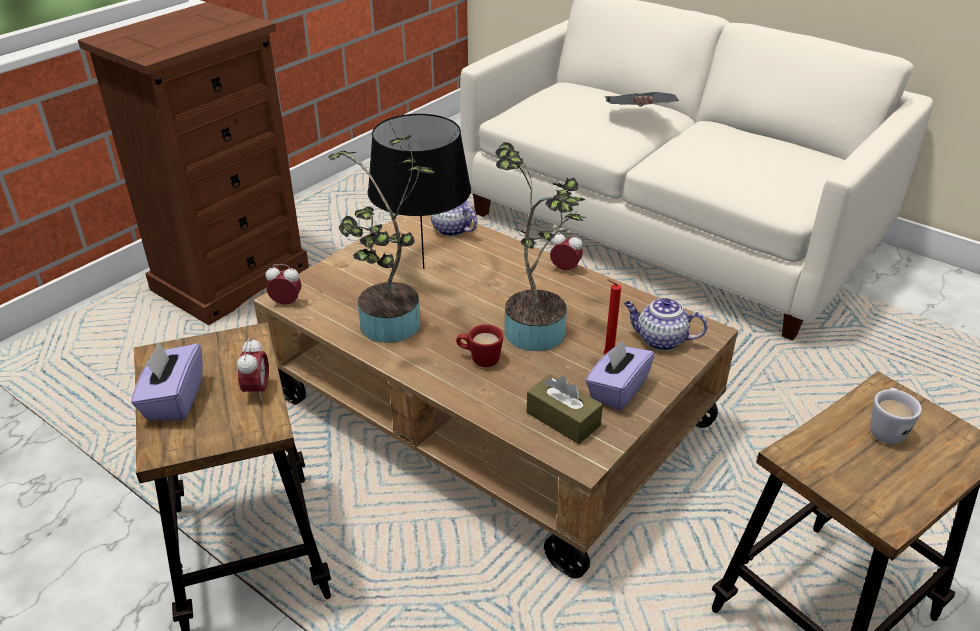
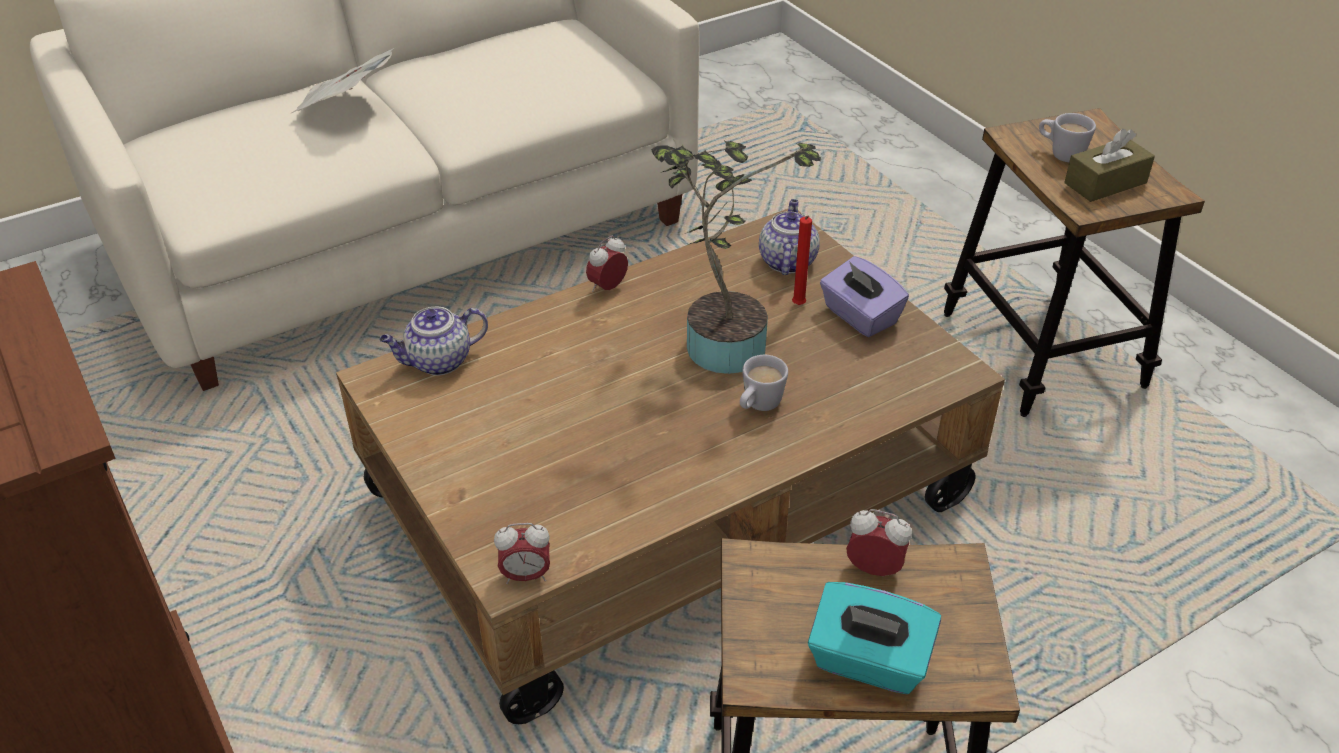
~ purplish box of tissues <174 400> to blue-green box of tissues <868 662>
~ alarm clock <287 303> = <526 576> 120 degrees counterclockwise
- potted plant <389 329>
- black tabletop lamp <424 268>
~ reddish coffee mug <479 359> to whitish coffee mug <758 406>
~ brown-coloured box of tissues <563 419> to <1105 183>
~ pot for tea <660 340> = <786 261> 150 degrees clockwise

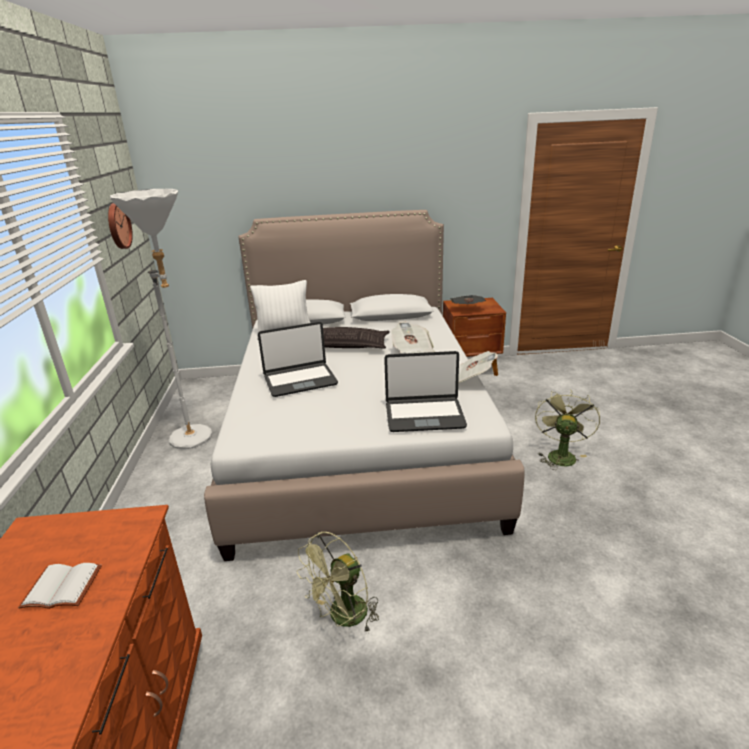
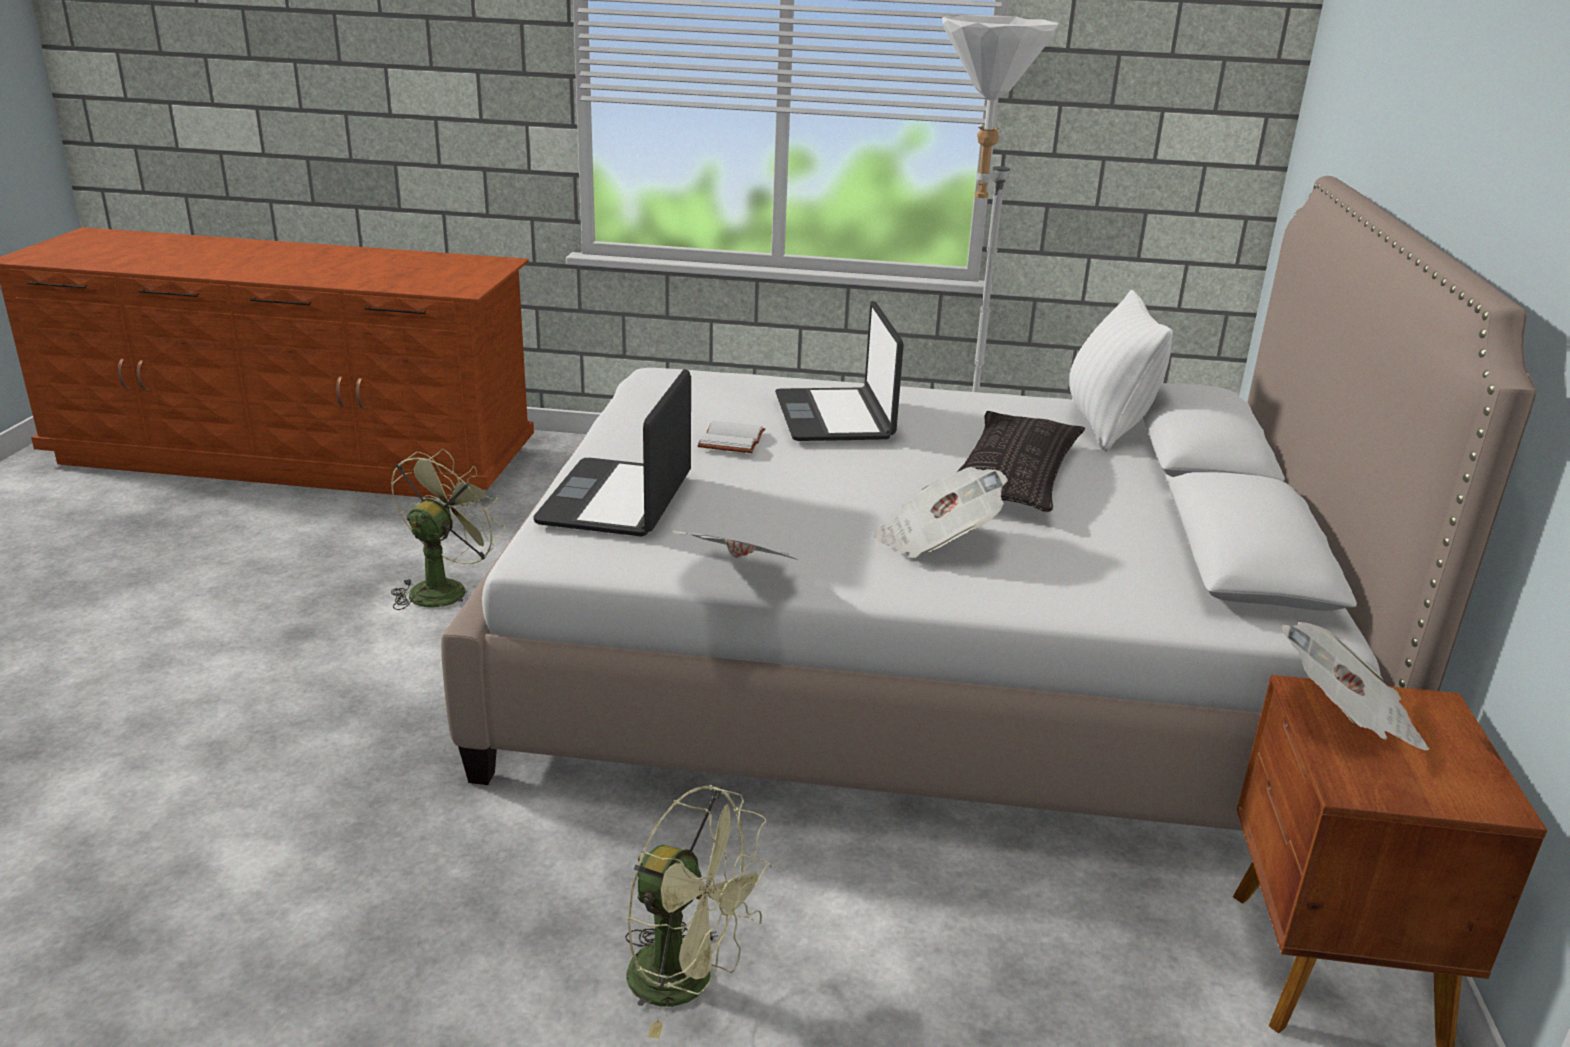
~ whitish volume <64 586> to <733 440>
- wall clock <117 226>
~ green fan <343 618> = <444 588> 60 degrees clockwise

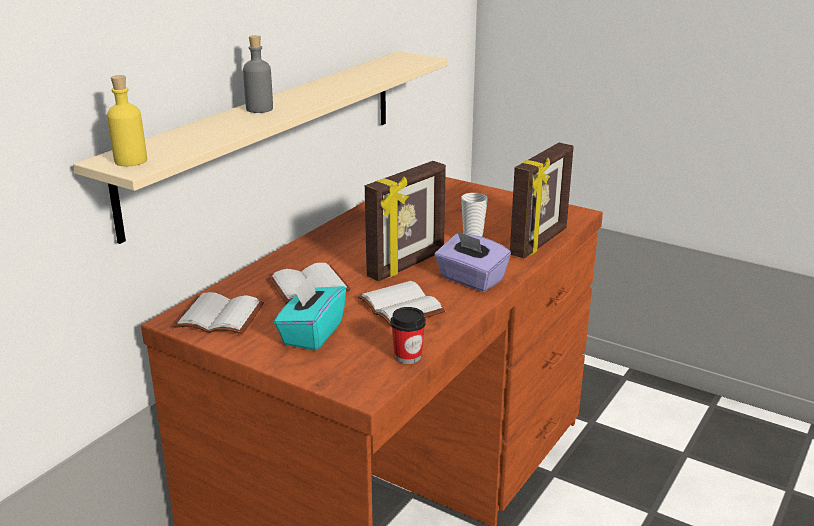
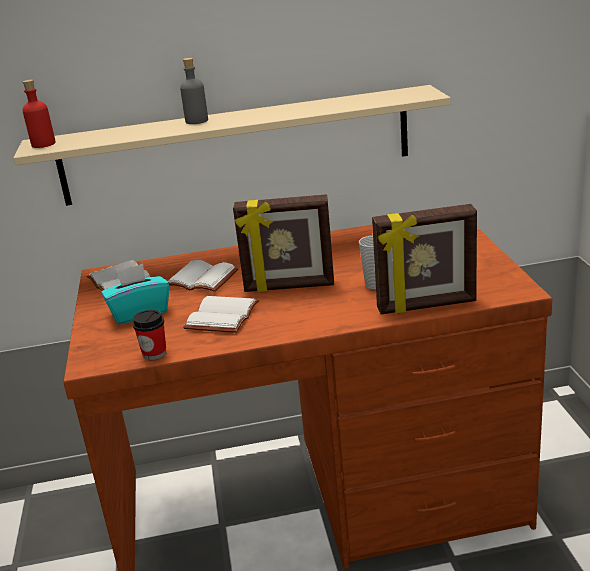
~ yellow drink bottle <130 161> to reddish drink bottle <43 144>
- purplish box of tissues <470 280>

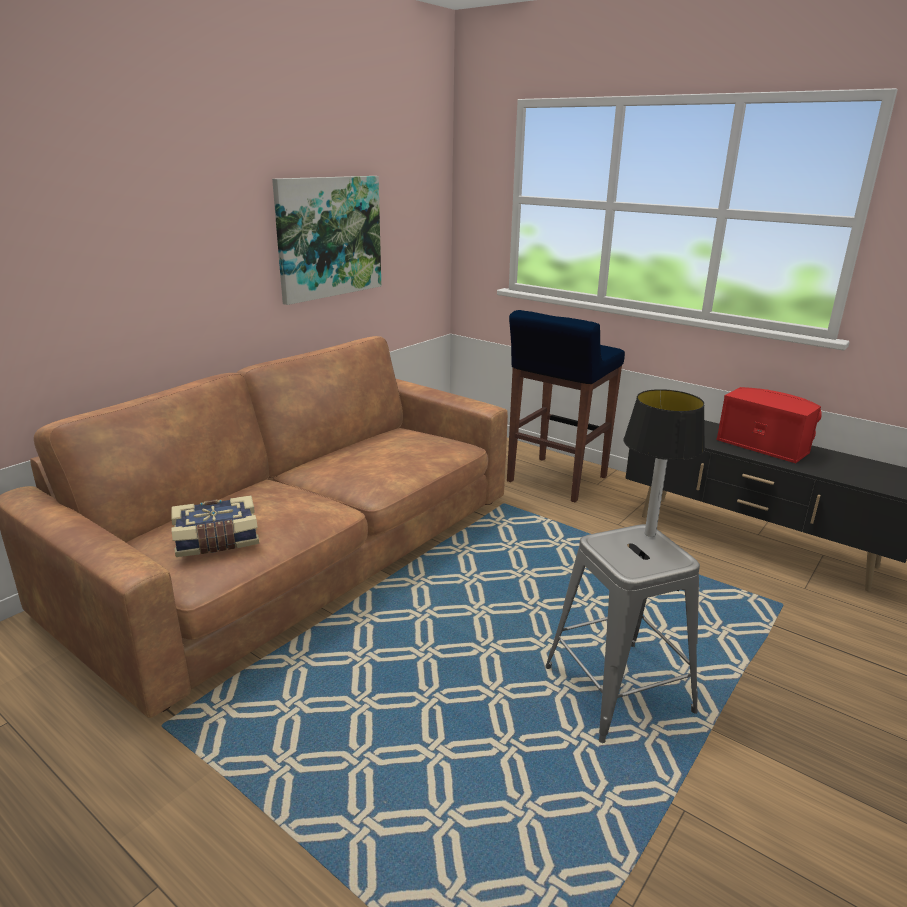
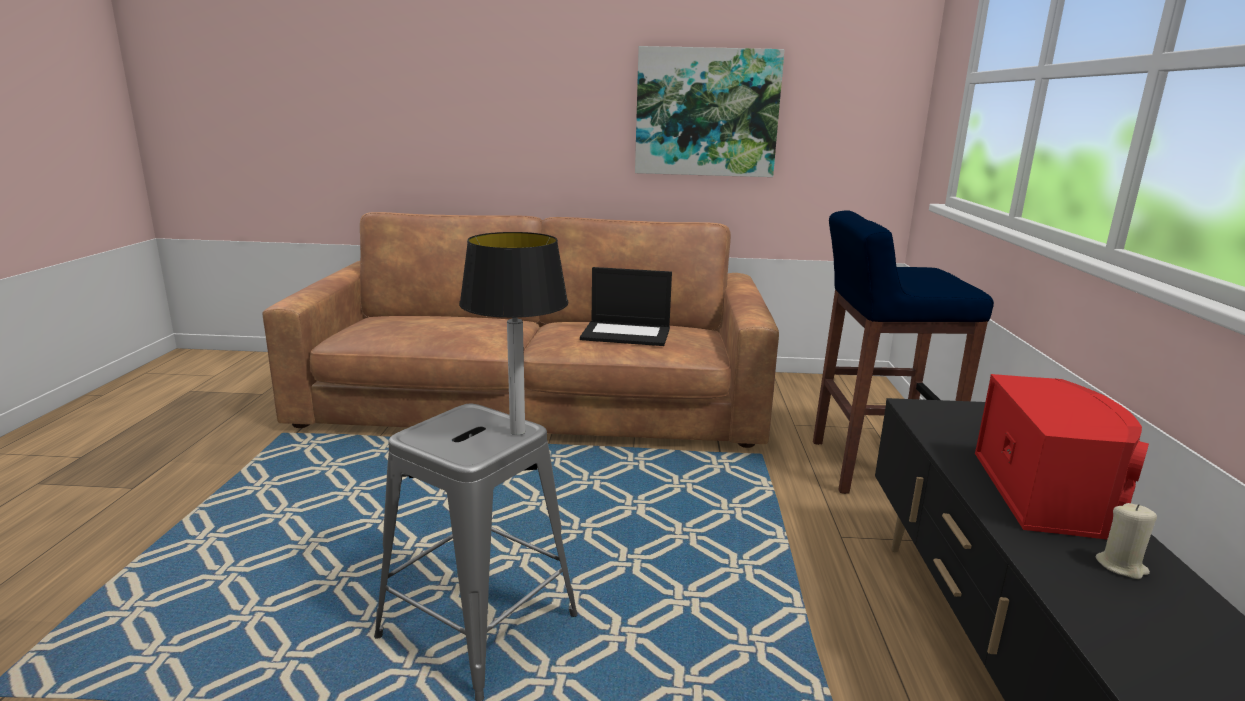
- volume <217 540>
+ portable computer <627 333>
+ beige wax candle <1121 566>

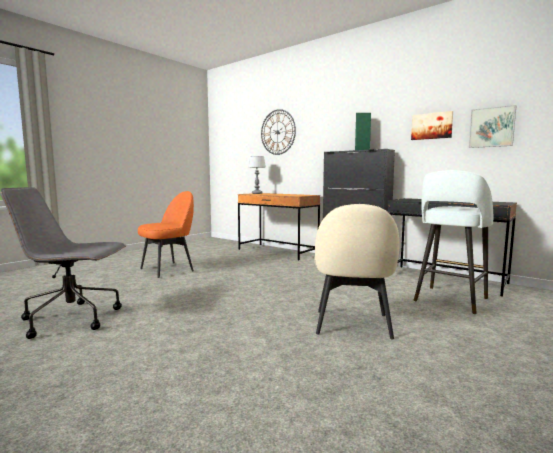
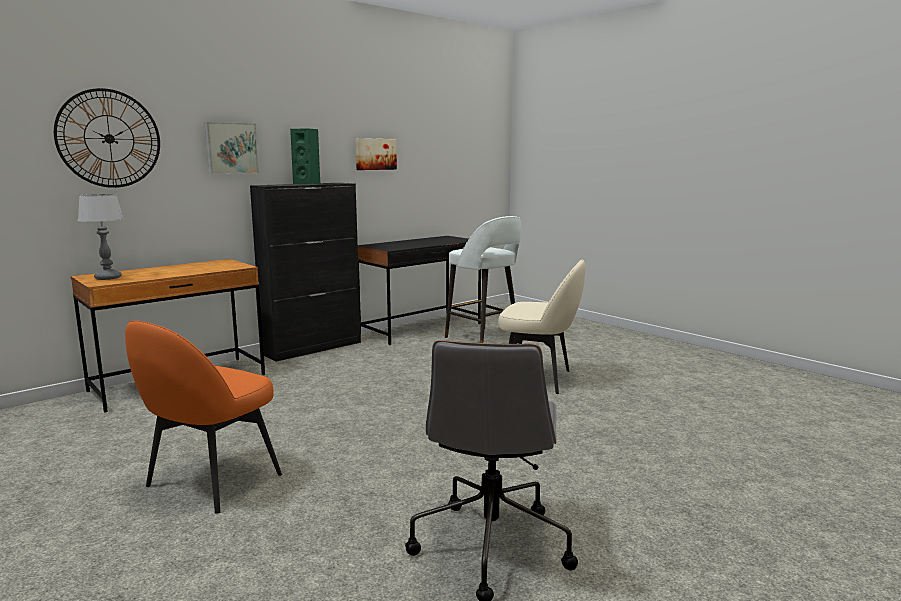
~ orange-coloured upright chair <168 269> = <211 482> 120 degrees counterclockwise
~ wall picture <492 127> to <231 148>

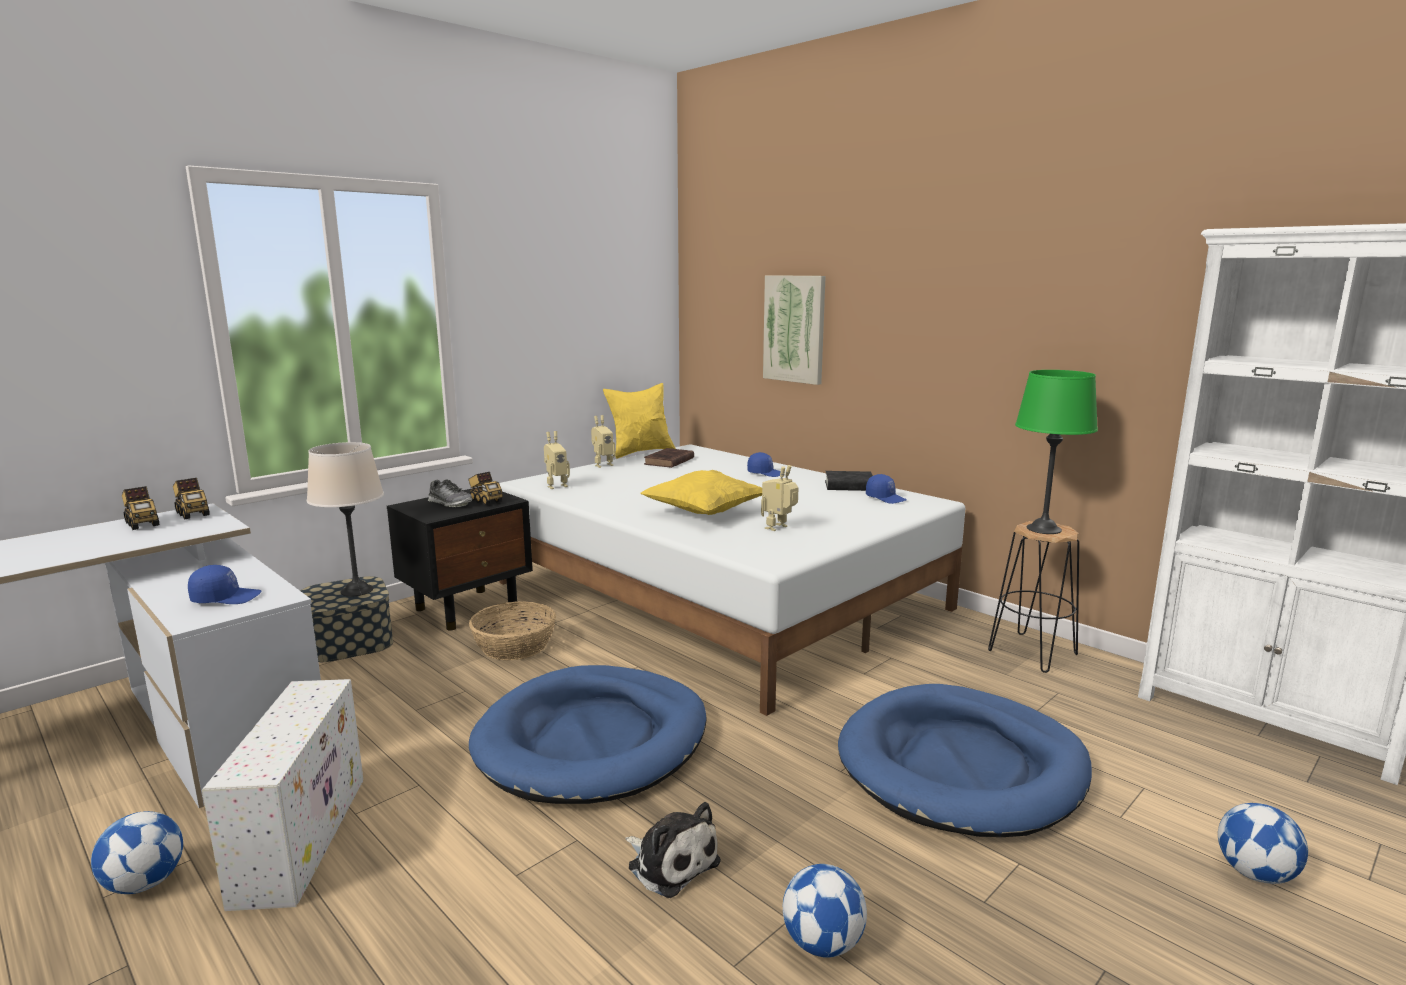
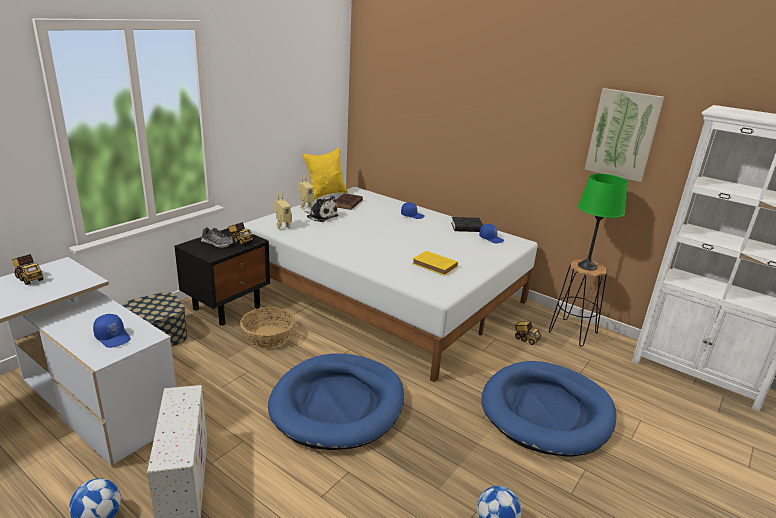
~ toy lorry <192 514> to <525 339>
~ bluish baseball cap <226 598> = <113 337> 60 degrees clockwise
- beige tabletop lamp <356 590>
~ plush toy <670 862> to <321 216>
- yellow cushion <704 513>
~ model robot <779 528> to yellow volume <436 266>
~ wall picture <794 329> to <622 134>
- football <1255 874>

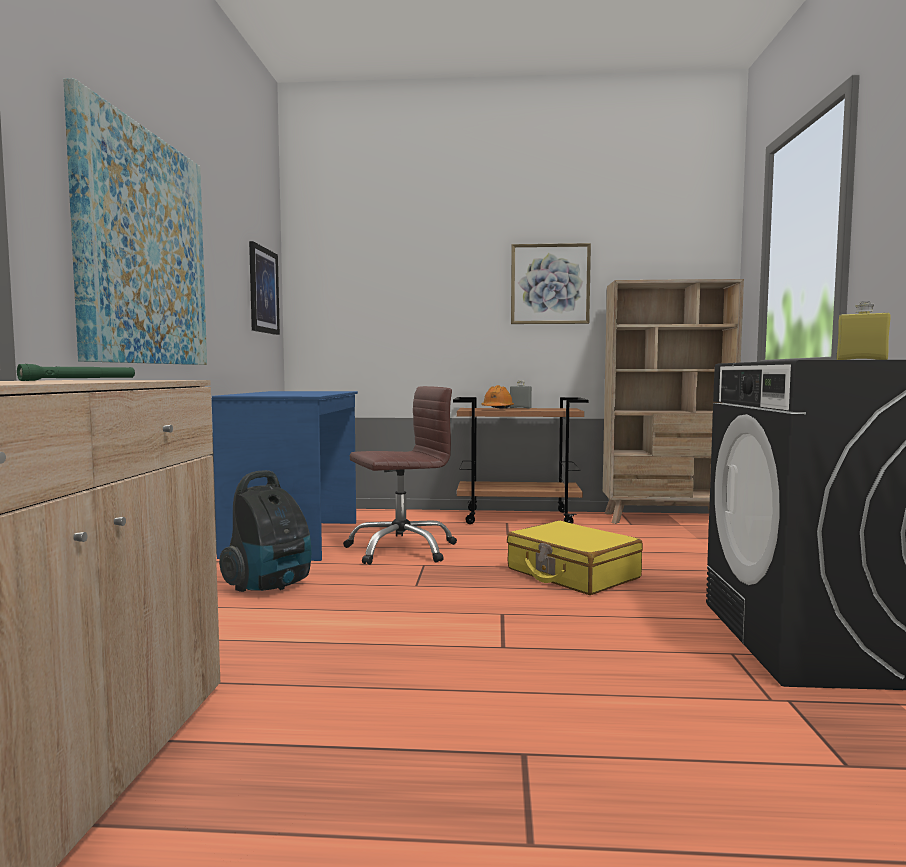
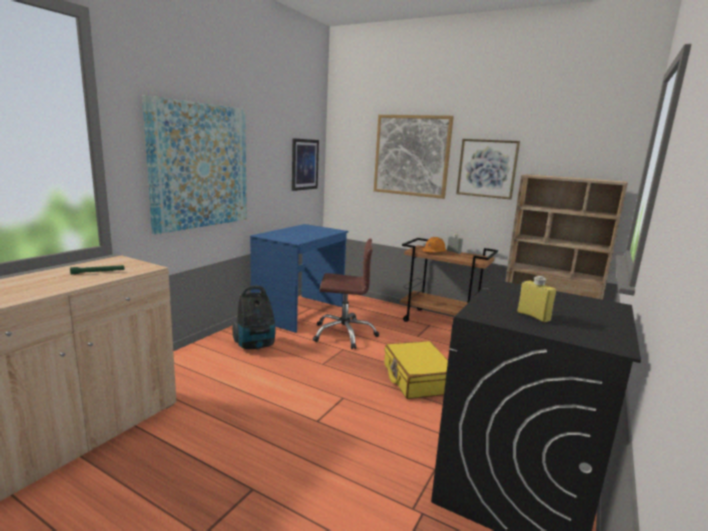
+ wall picture <411 155>

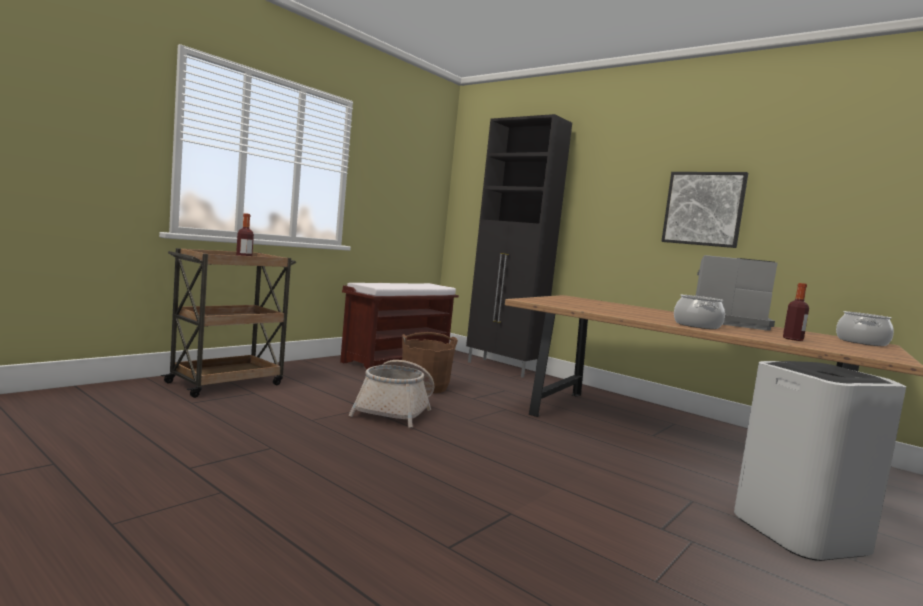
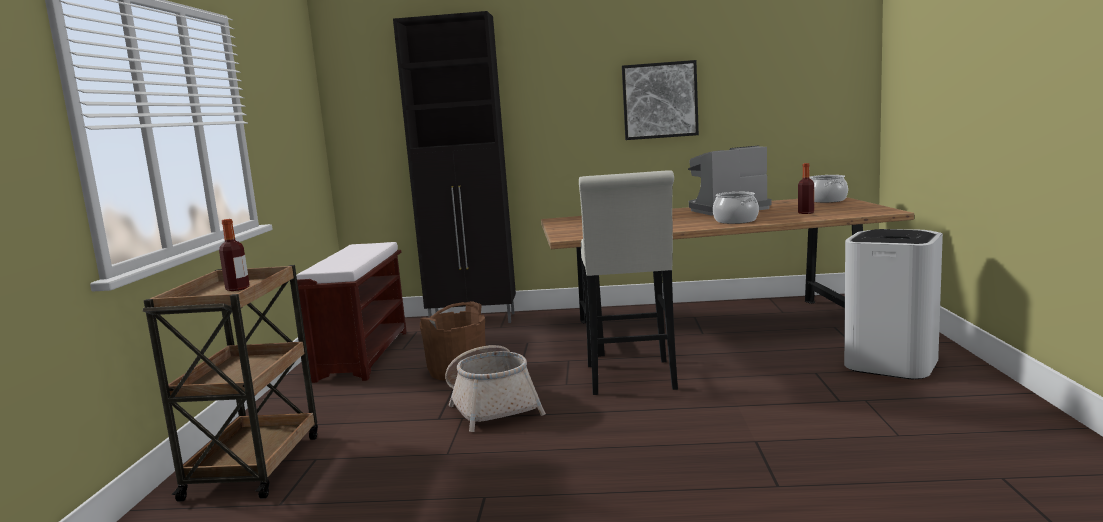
+ whitish stool <631 380>

